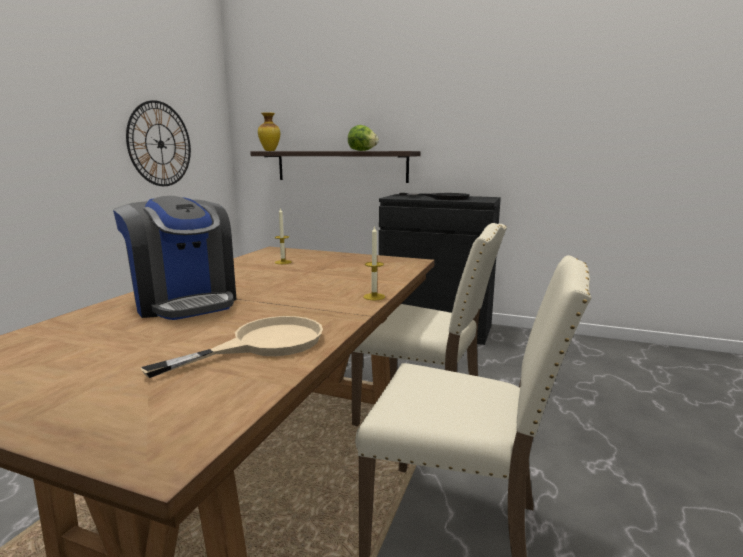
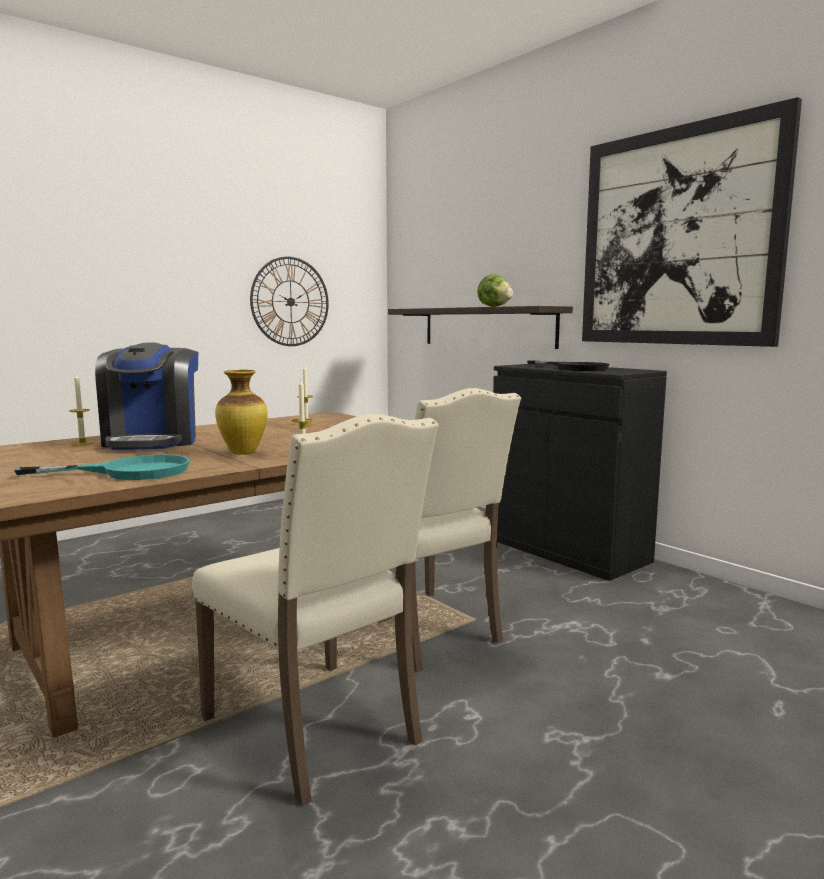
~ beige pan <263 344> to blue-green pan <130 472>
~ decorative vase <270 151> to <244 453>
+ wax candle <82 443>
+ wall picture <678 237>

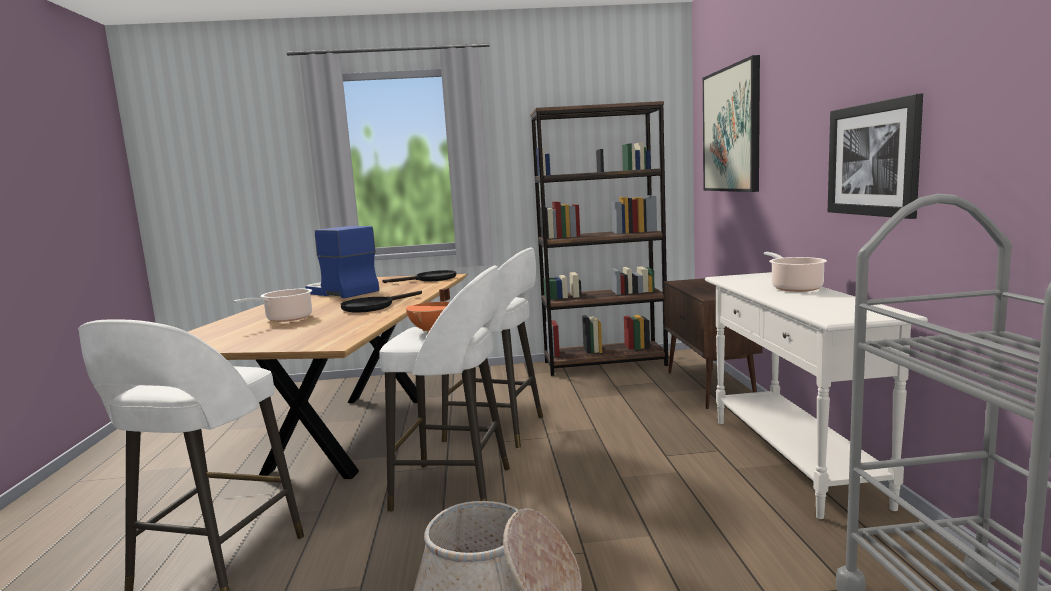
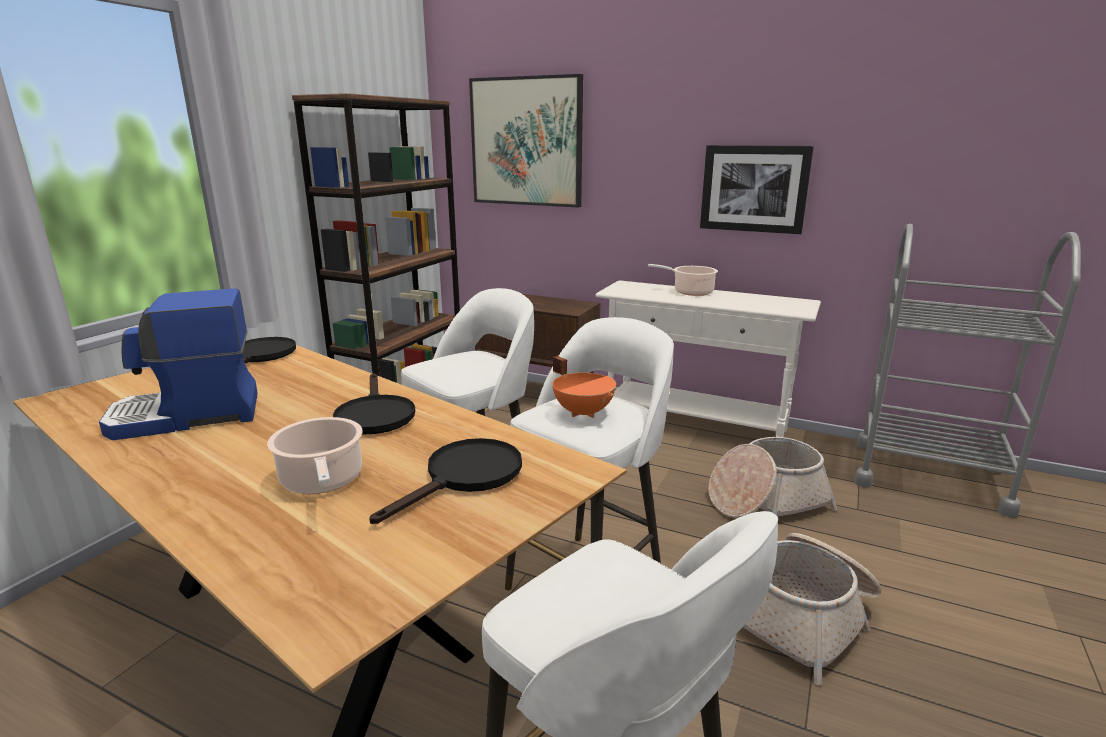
+ black pan <465 477>
+ storage basket <765 501>

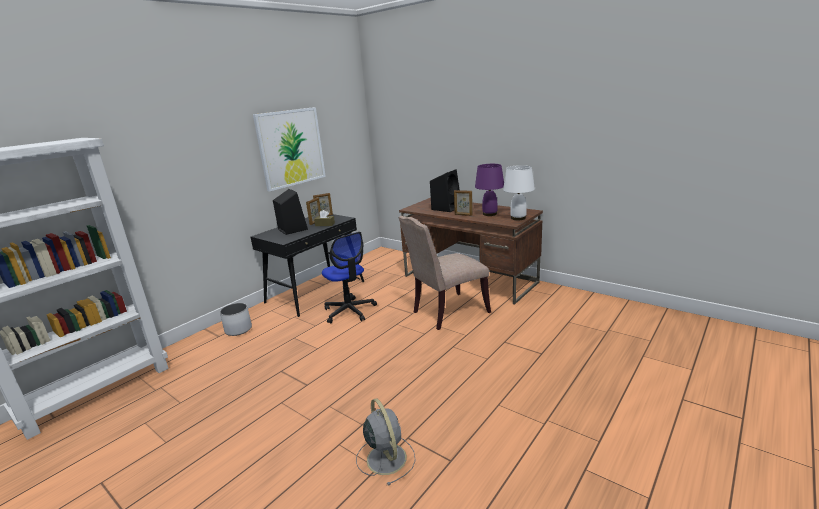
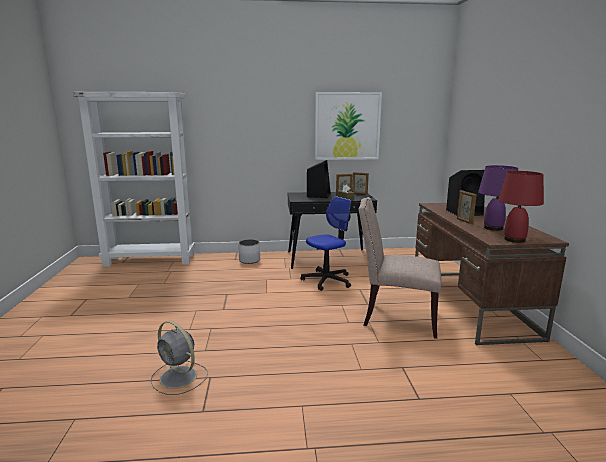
~ desk chair <349 311> = <327 280> 135 degrees counterclockwise
~ grey fan <386 457> = <179 378> 105 degrees clockwise
~ whitish tabletop lamp <518 218> to reddish tabletop lamp <514 239>

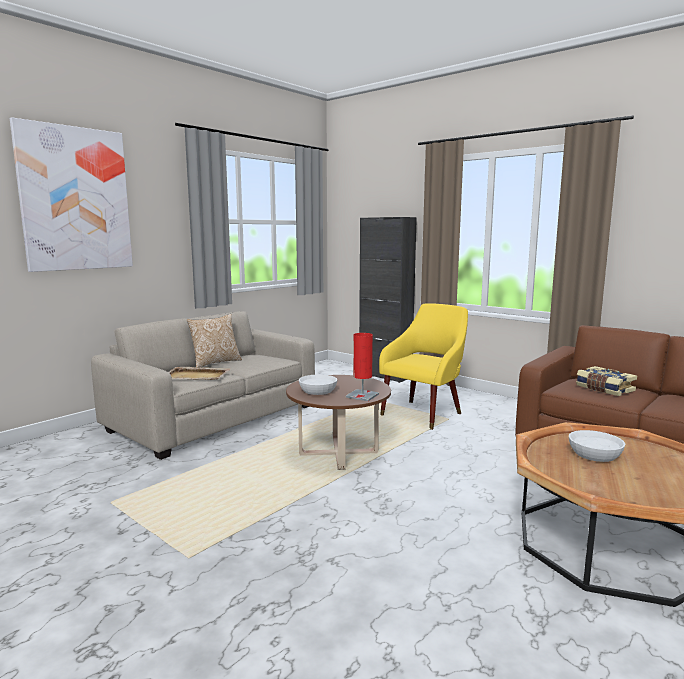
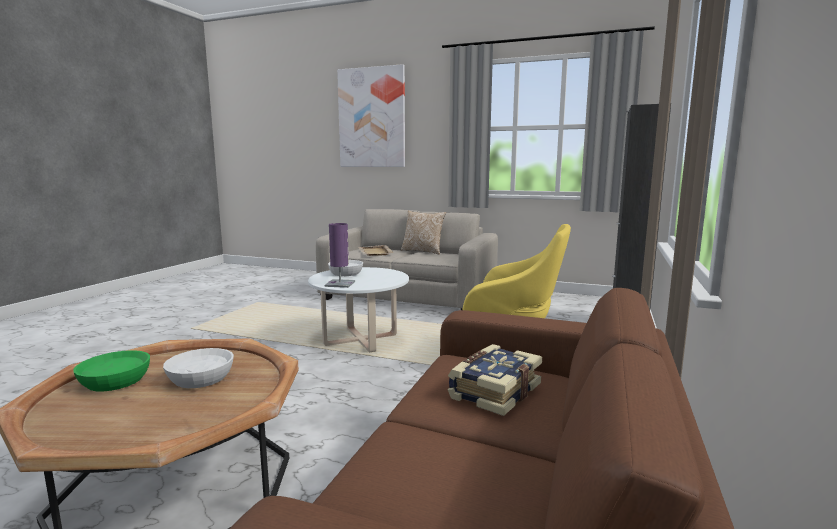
~ brown-coloured coffee table <338 453> to whitish coffee table <360 340>
~ reddish tabletop lamp <362 395> to purplish tabletop lamp <340 284>
+ green serving bowl <116 381>

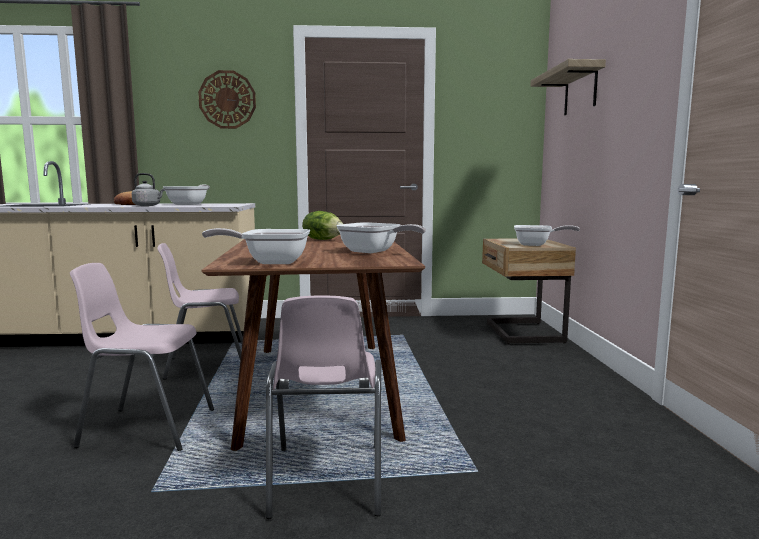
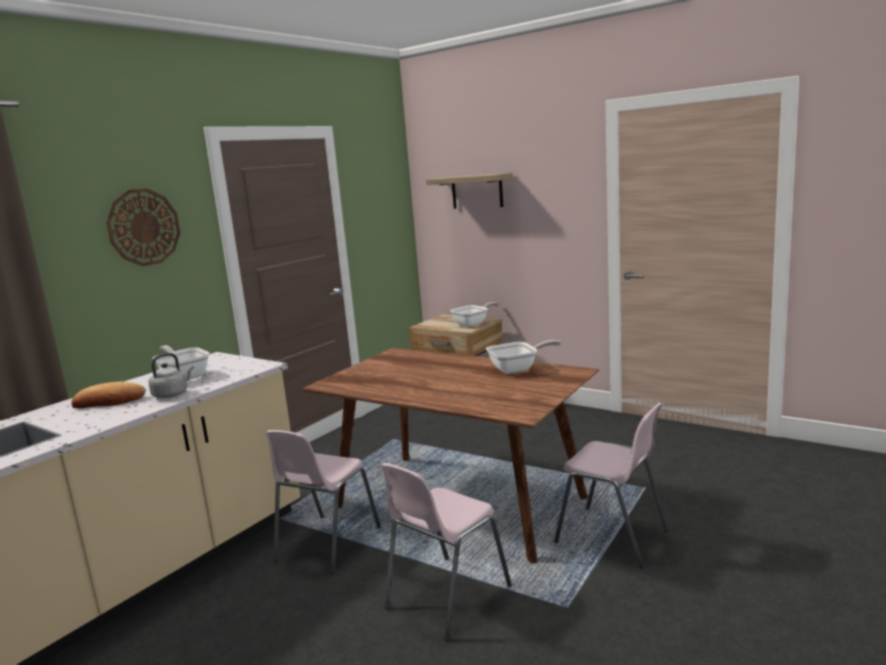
- pan <270 262>
- lettuce <323 239>

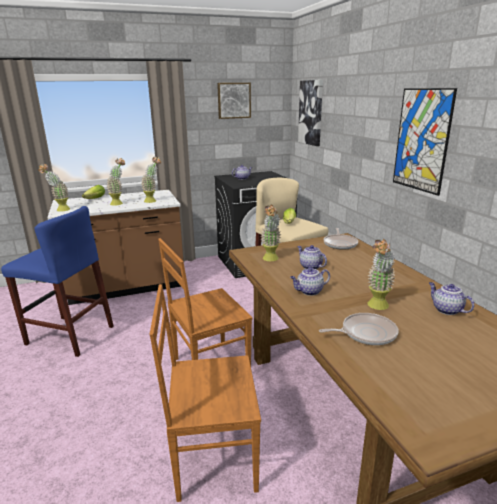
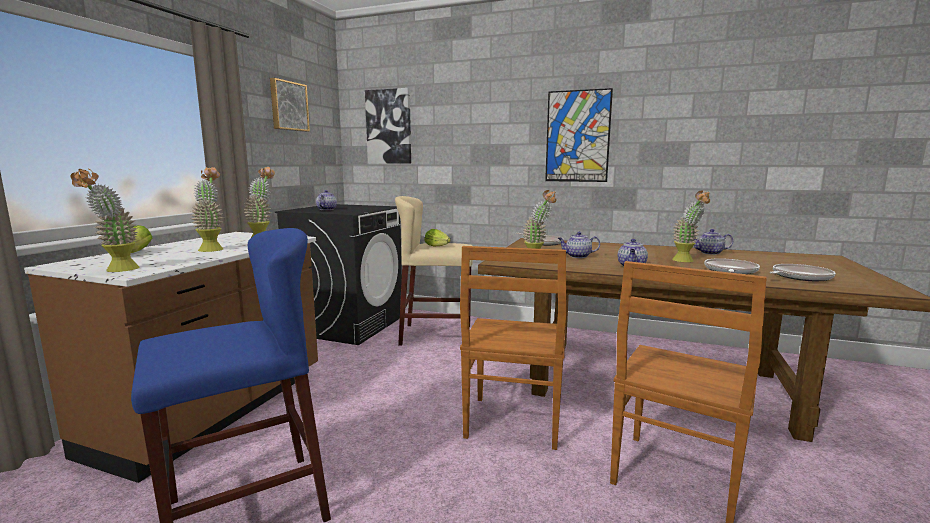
+ pan <799 277>

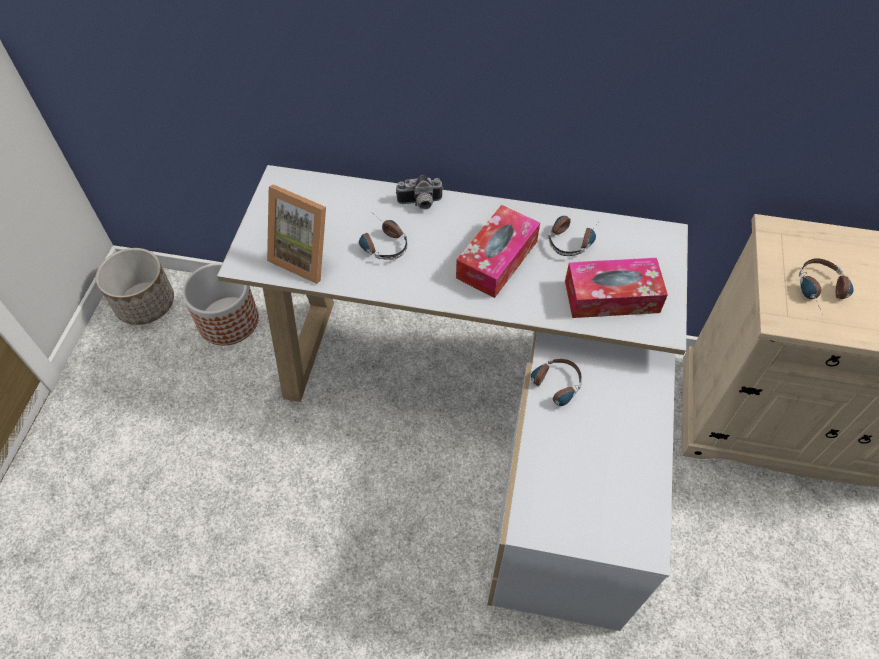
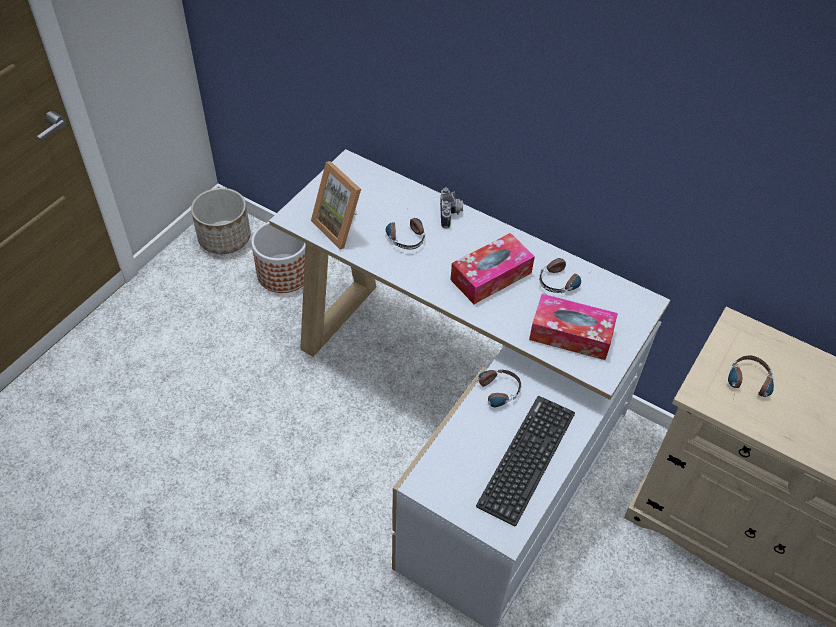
~ still camera <420 203> = <451 214> 105 degrees counterclockwise
+ computer keyboard <527 459>

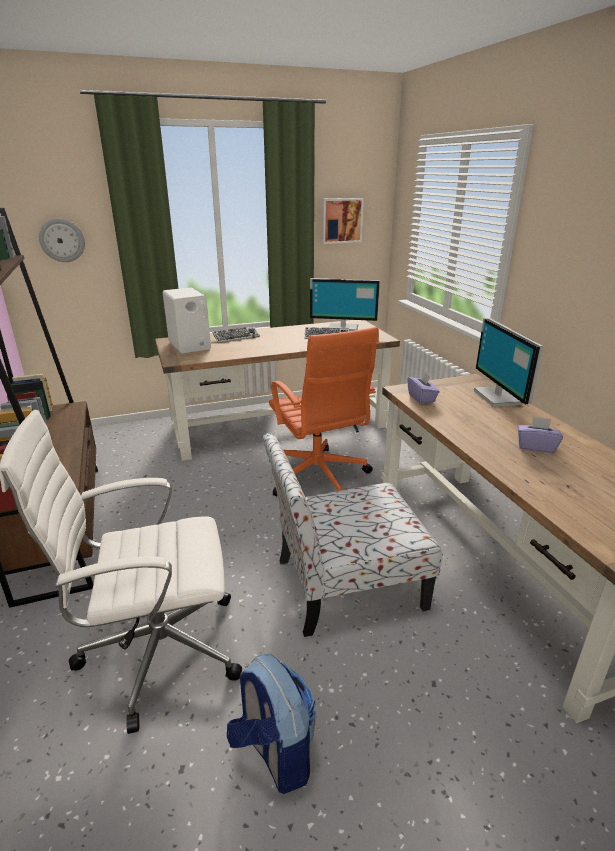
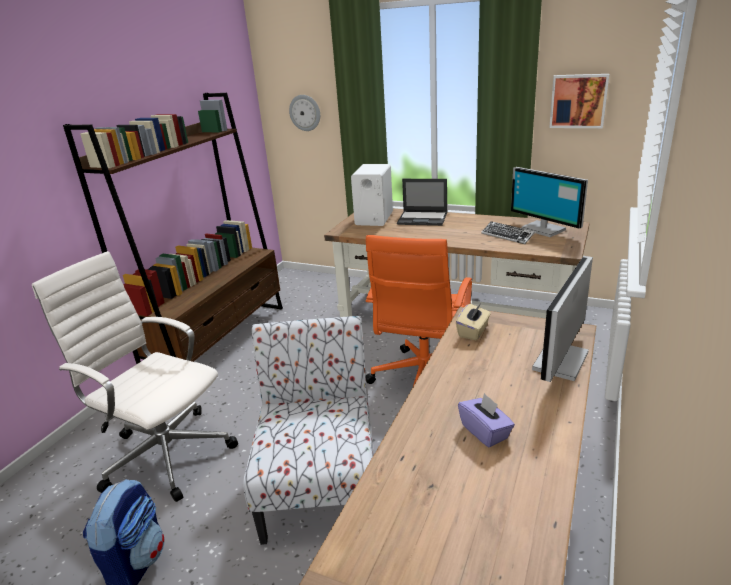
~ computer keyboard <236 337> to portable computer <423 218>
~ upright chair <345 584> = <321 484> 60 degrees clockwise
~ purplish box of tissues <421 398> to beige box of tissues <473 332>

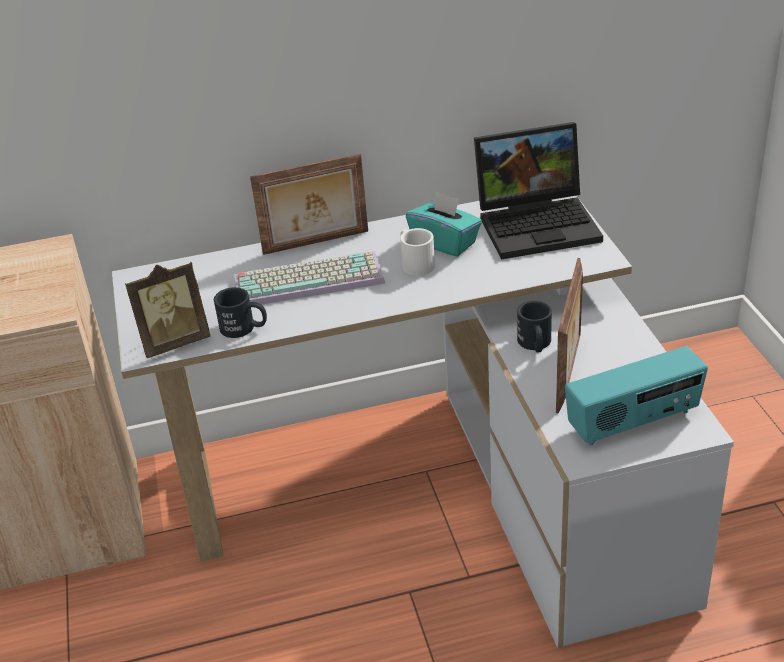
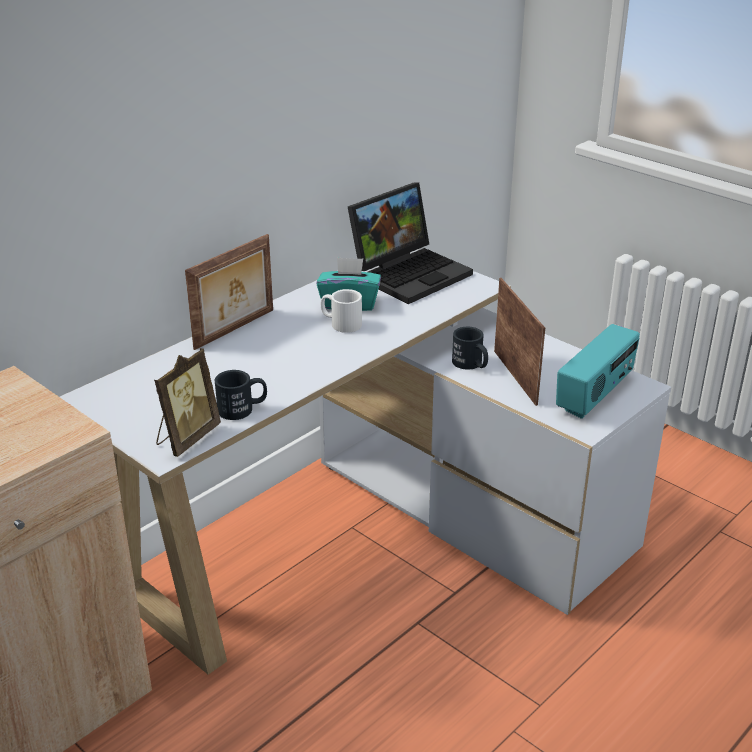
- computer keyboard <310 279>

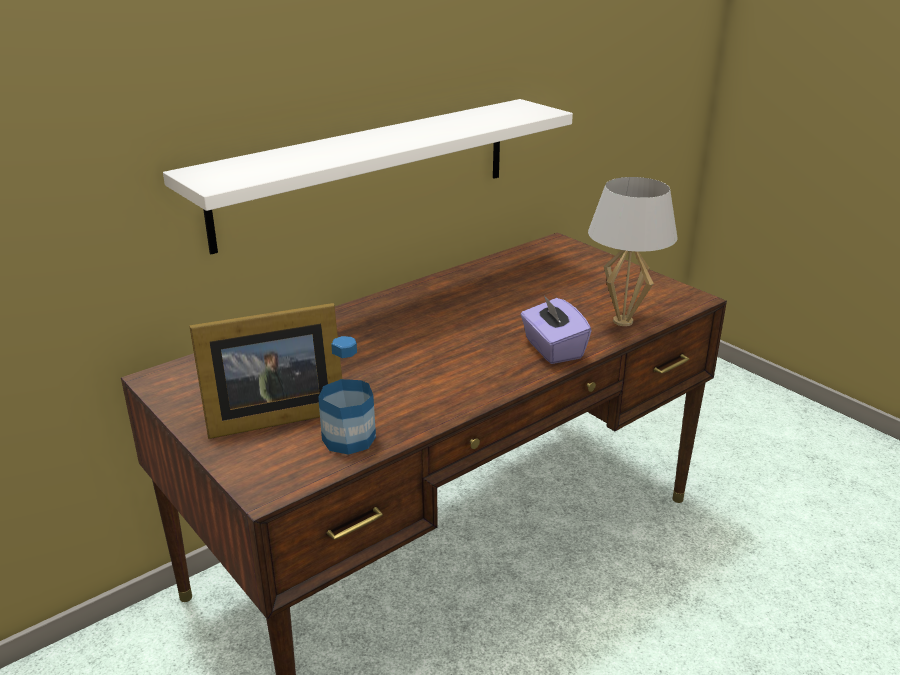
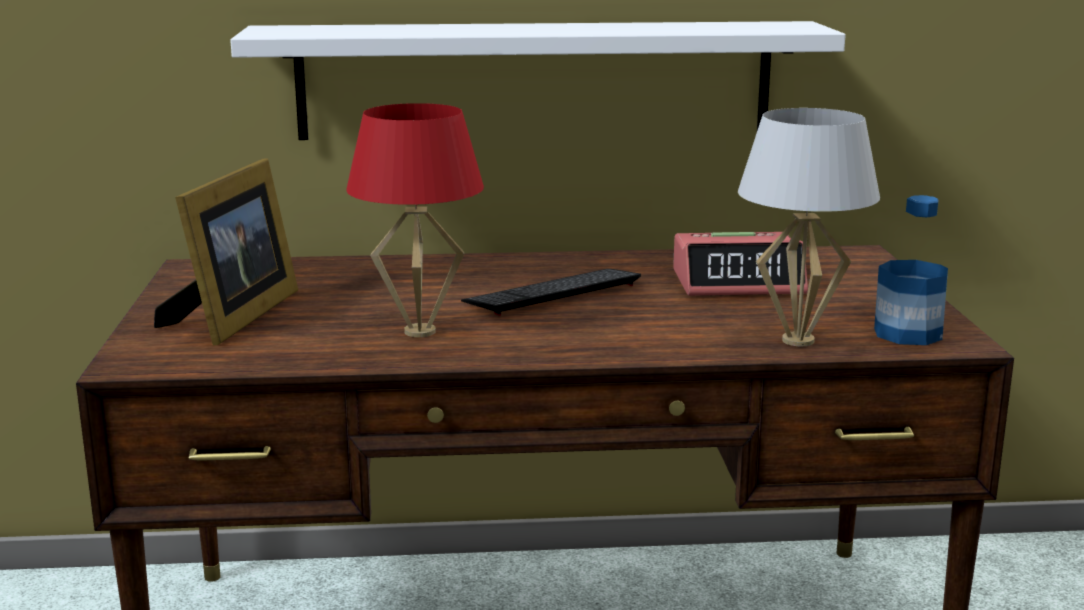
~ picture frame <270 416> = <234 316> 90 degrees counterclockwise
~ drink bottle <349 438> to <907 333>
- purplish box of tissues <552 349>
+ reddish tabletop lamp <420 332>
+ computer keyboard <553 293>
+ alarm clock <738 282>

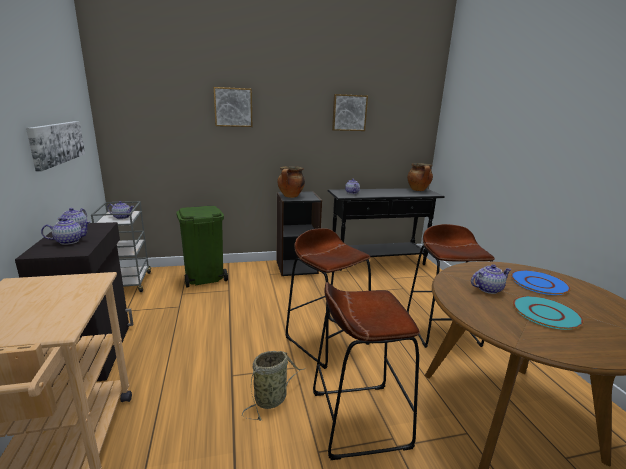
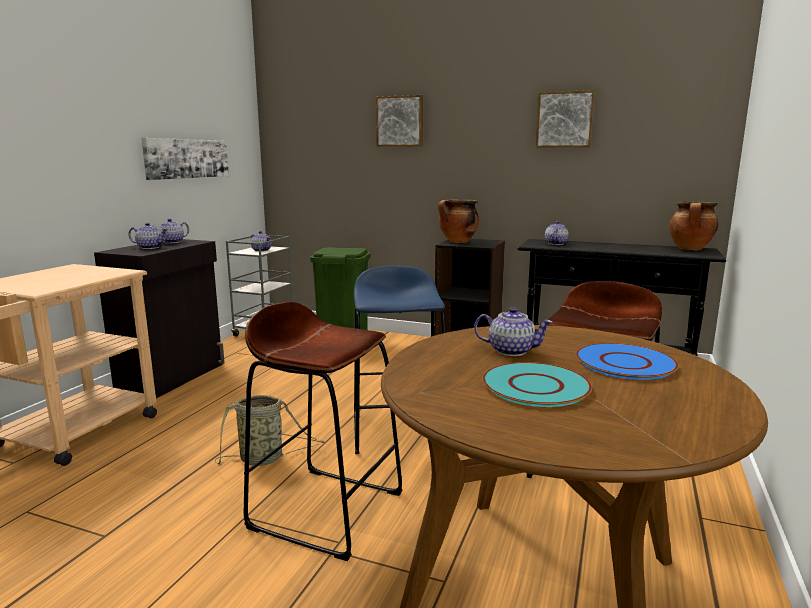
~ brown-coloured stool <327 340> to bluish stool <398 430>

